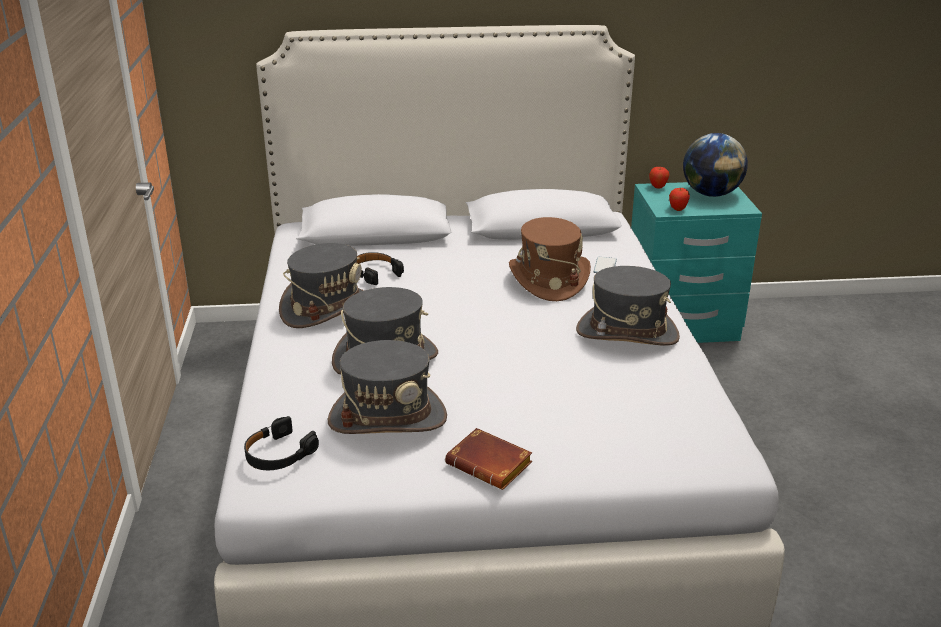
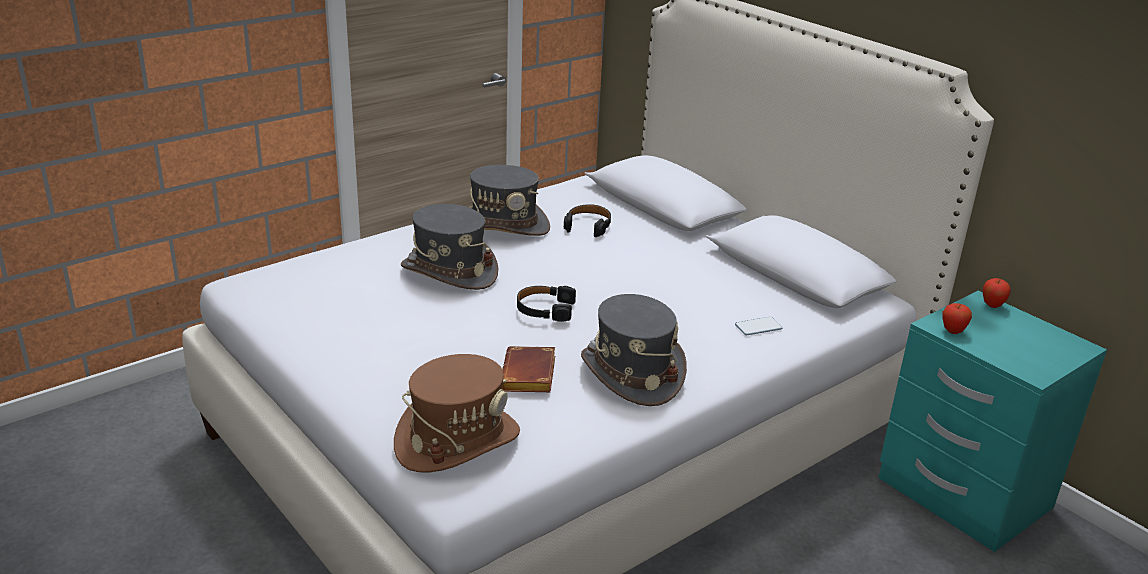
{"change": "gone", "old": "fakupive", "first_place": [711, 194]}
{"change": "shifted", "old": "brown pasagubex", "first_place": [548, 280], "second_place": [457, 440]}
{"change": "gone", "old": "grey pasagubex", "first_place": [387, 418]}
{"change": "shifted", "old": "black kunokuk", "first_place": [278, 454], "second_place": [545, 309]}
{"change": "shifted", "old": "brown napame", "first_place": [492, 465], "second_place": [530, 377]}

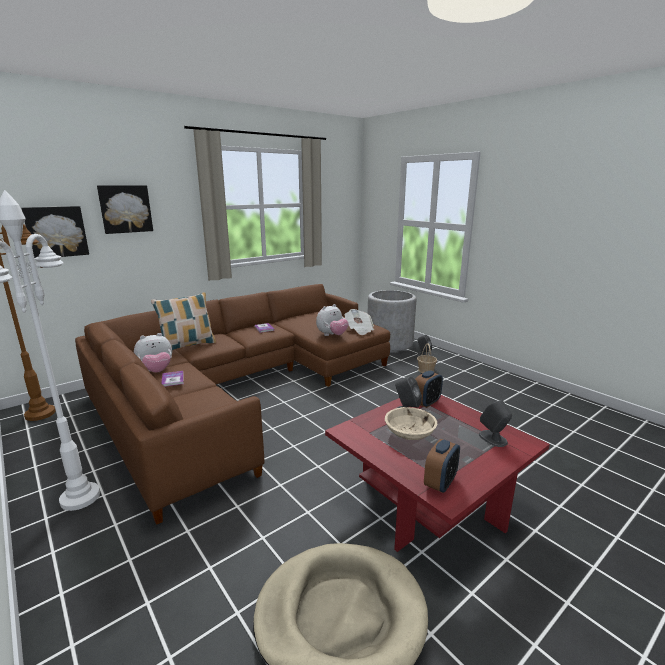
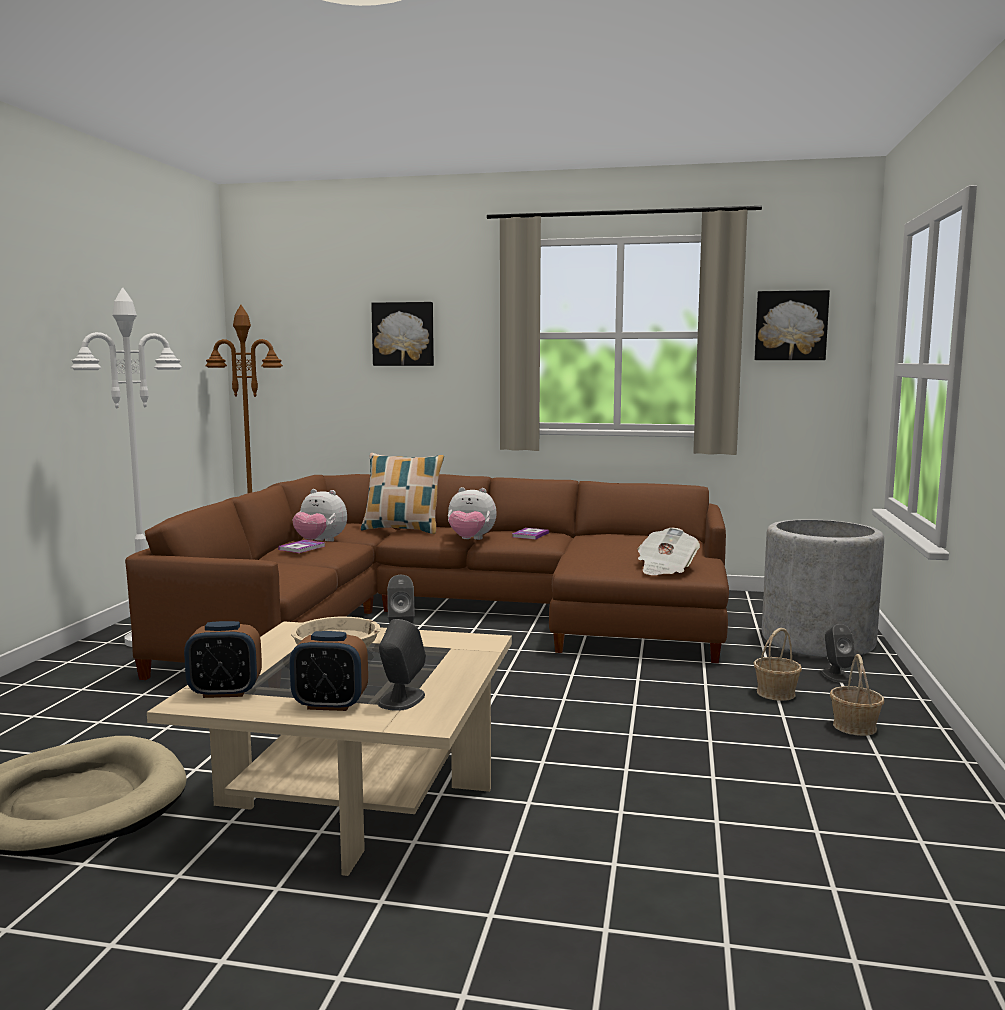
{"change": "shifted", "old": "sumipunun", "first_place": [56, 232], "second_place": [790, 325]}
{"change": "shifted", "old": "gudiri", "first_place": [332, 335], "second_place": [470, 540]}
{"change": "shifted", "old": "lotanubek", "first_place": [426, 402], "second_place": [330, 705]}
{"change": "repainted", "old": "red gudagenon", "new": "beige gudagenon", "first_place": [428, 500], "second_place": [355, 796]}
{"change": "new", "new": "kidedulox", "second_place": [854, 727]}

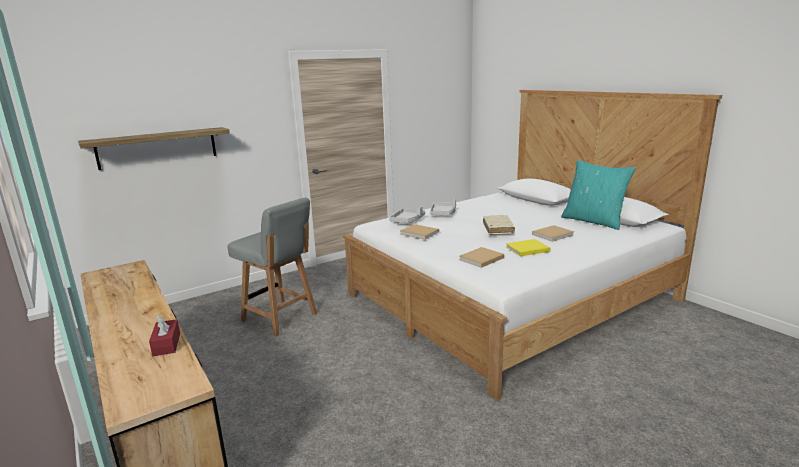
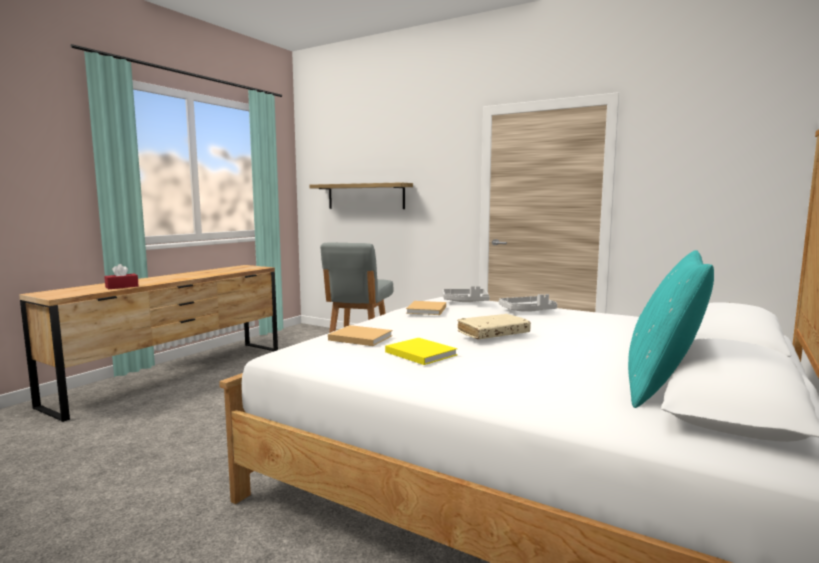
{"change": "gone", "old": "beige napame", "first_place": [553, 234]}

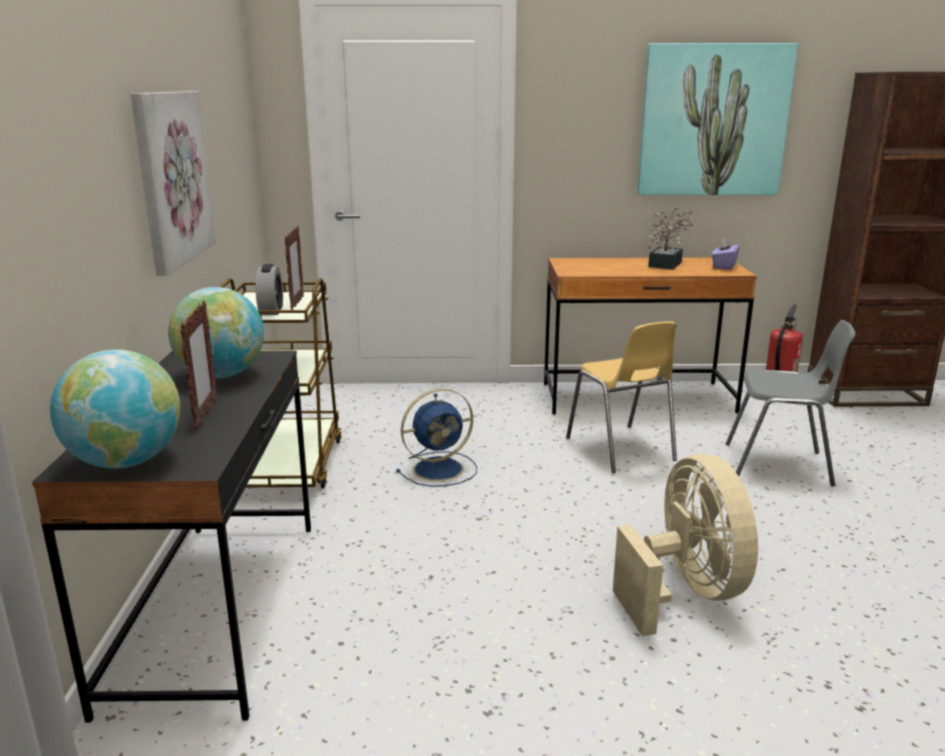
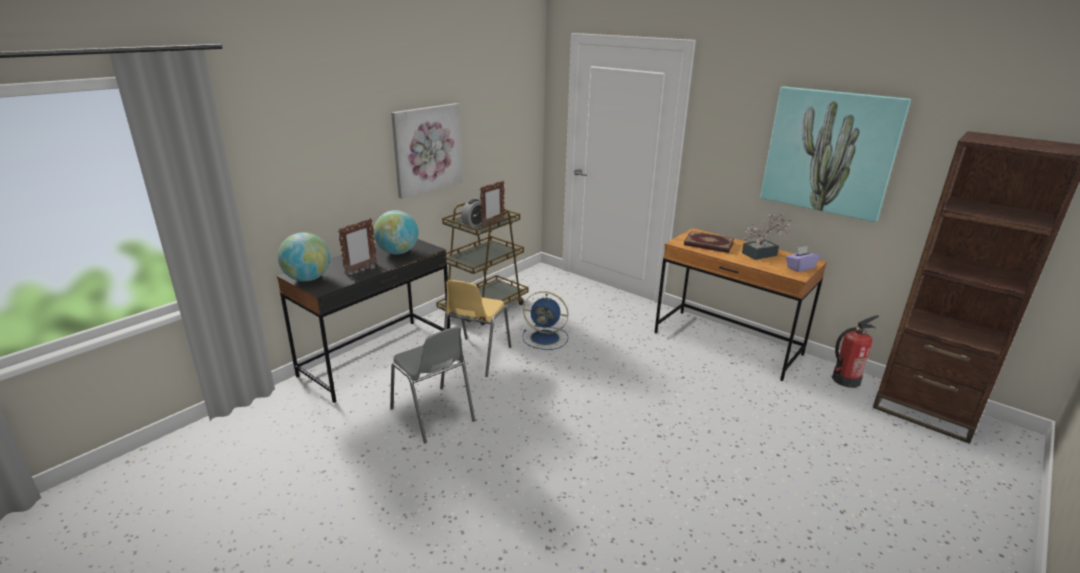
{"change": "shifted", "old": "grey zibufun", "first_place": [779, 465], "second_place": [433, 415]}
{"change": "shifted", "old": "yellow zibufun", "first_place": [620, 449], "second_place": [475, 357]}
{"change": "gone", "old": "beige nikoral", "first_place": [685, 592]}
{"change": "new", "new": "napame", "second_place": [708, 244]}

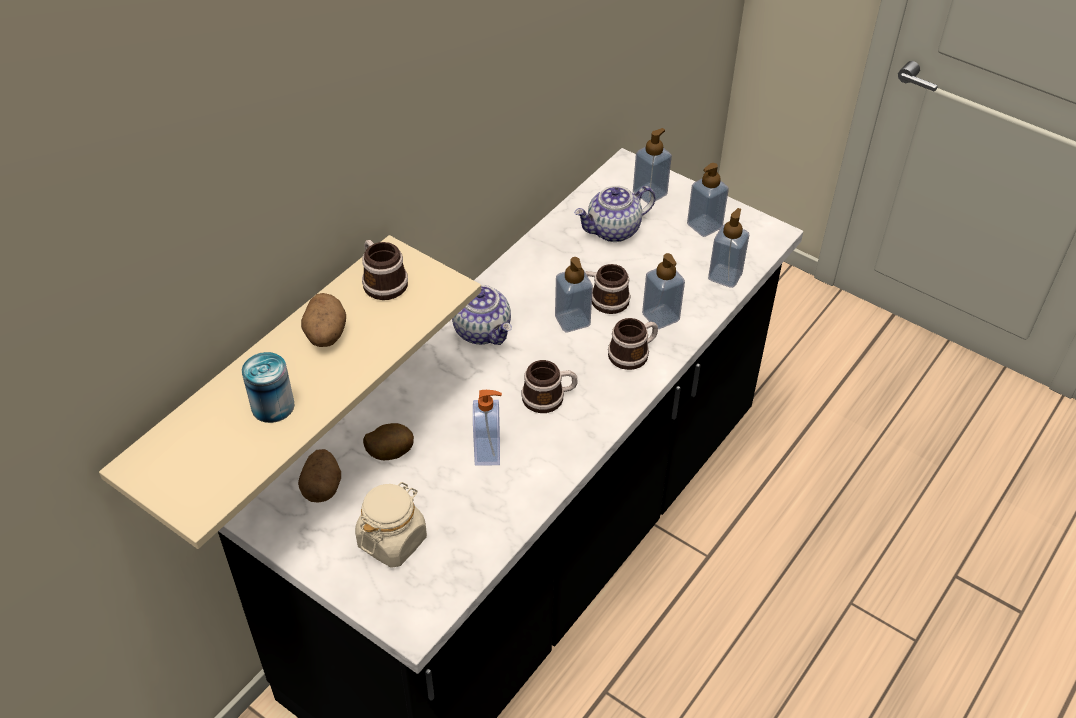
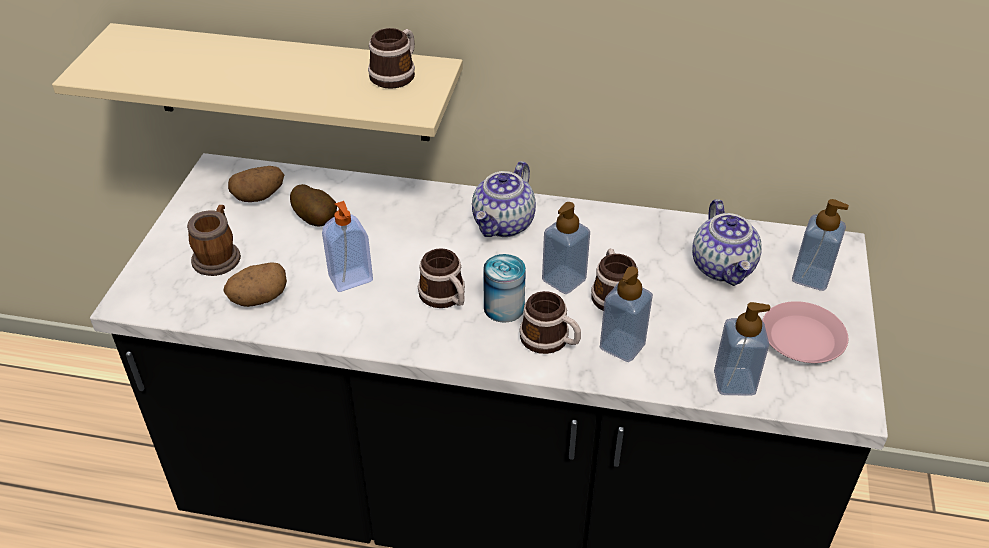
{"change": "swapped", "old": "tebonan", "new": "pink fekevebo", "first_place": [704, 226], "second_place": [802, 339]}
{"change": "rotated", "old": "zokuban", "first_place": [613, 230], "second_place": [724, 268], "degrees": -135}
{"change": "shifted", "old": "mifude", "first_place": [325, 335], "second_place": [258, 298]}
{"change": "shifted", "old": "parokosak", "first_place": [273, 406], "second_place": [504, 307]}
{"change": "swapped", "old": "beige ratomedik", "new": "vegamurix", "first_place": [392, 540], "second_place": [218, 256]}

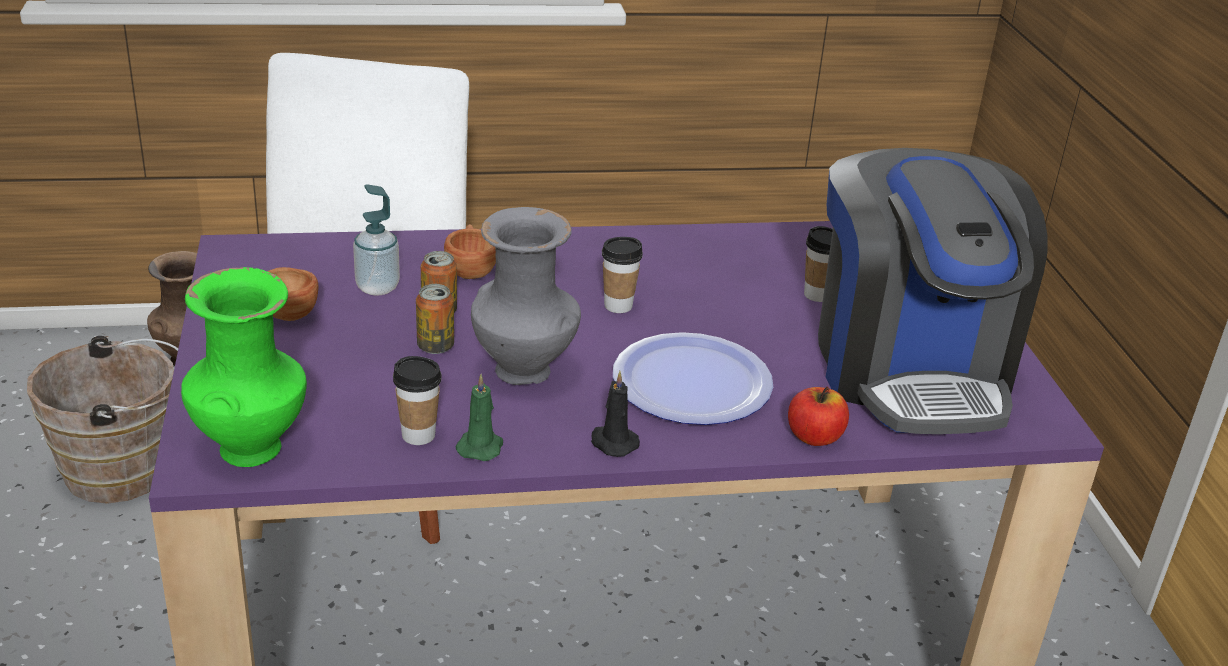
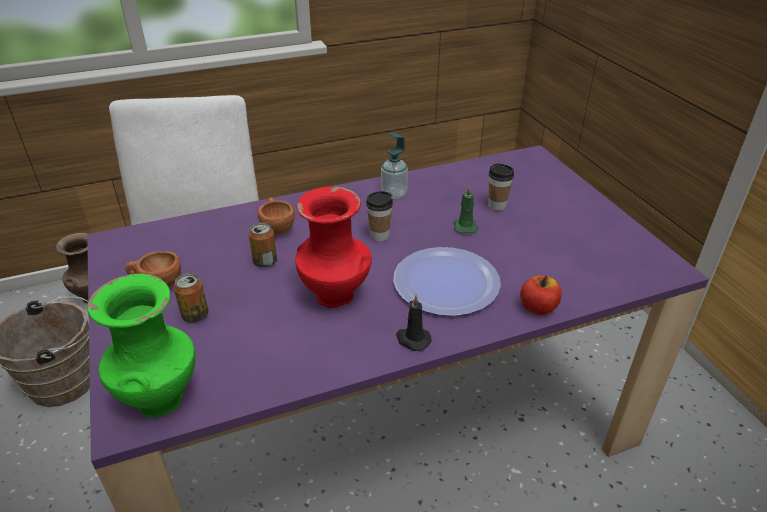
{"change": "gone", "old": "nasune", "first_place": [909, 368]}
{"change": "shifted", "old": "tebonan", "first_place": [377, 287], "second_place": [394, 194]}
{"change": "repainted", "old": "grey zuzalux", "new": "red zuzalux", "first_place": [525, 372], "second_place": [336, 296]}
{"change": "shifted", "old": "parokosak", "first_place": [435, 346], "second_place": [195, 315]}
{"change": "gone", "old": "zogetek", "first_place": [418, 435]}
{"change": "shifted", "old": "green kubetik", "first_place": [481, 446], "second_place": [465, 226]}

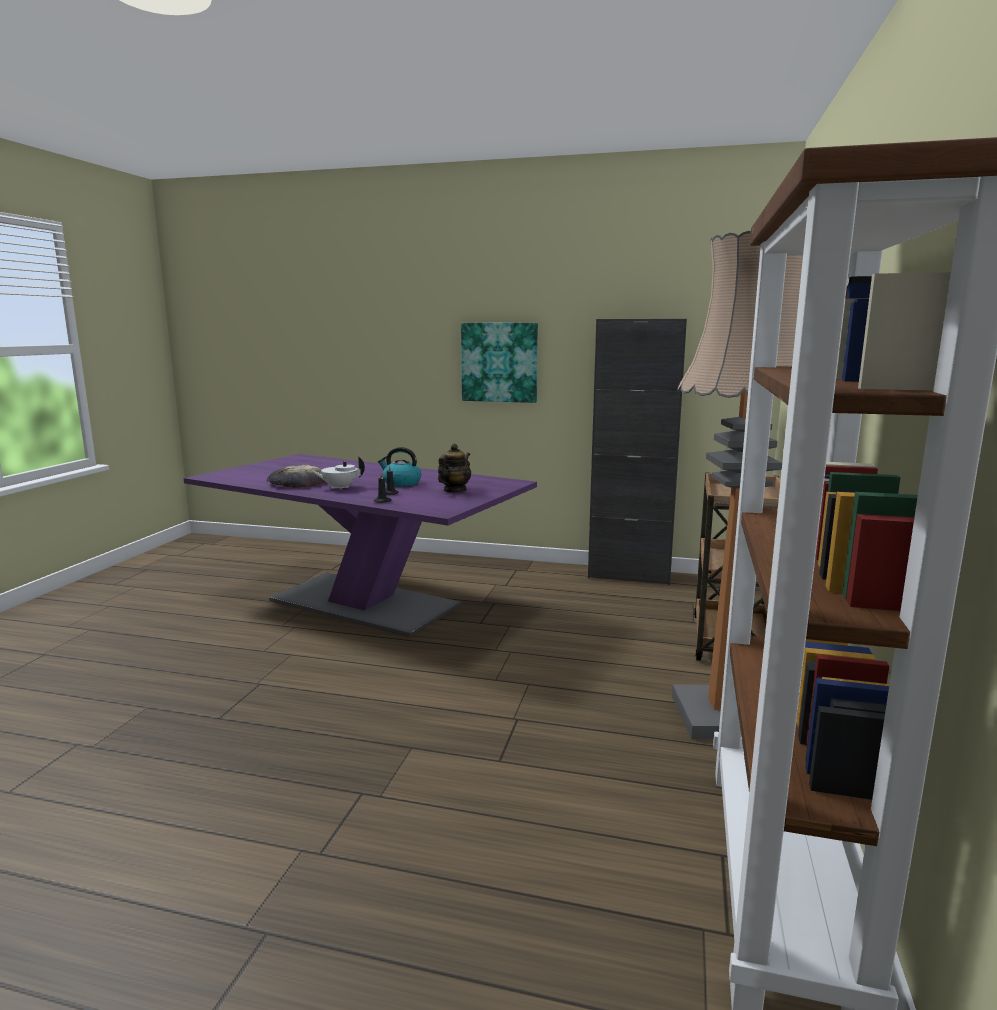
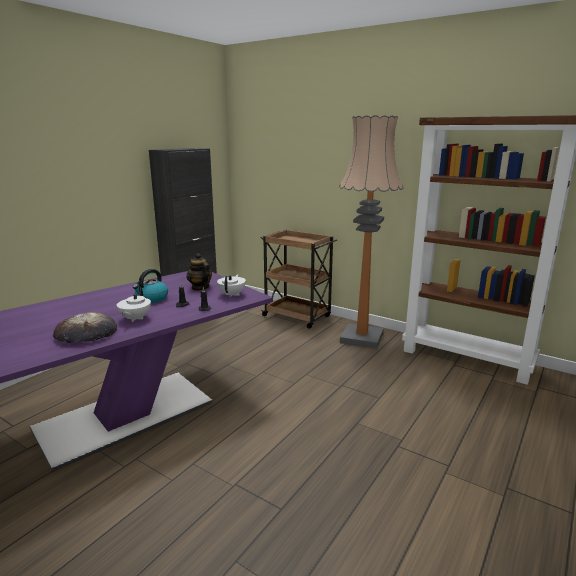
{"change": "gone", "old": "sumipunun", "first_place": [499, 362]}
{"change": "new", "new": "white zokuban", "second_place": [232, 294]}

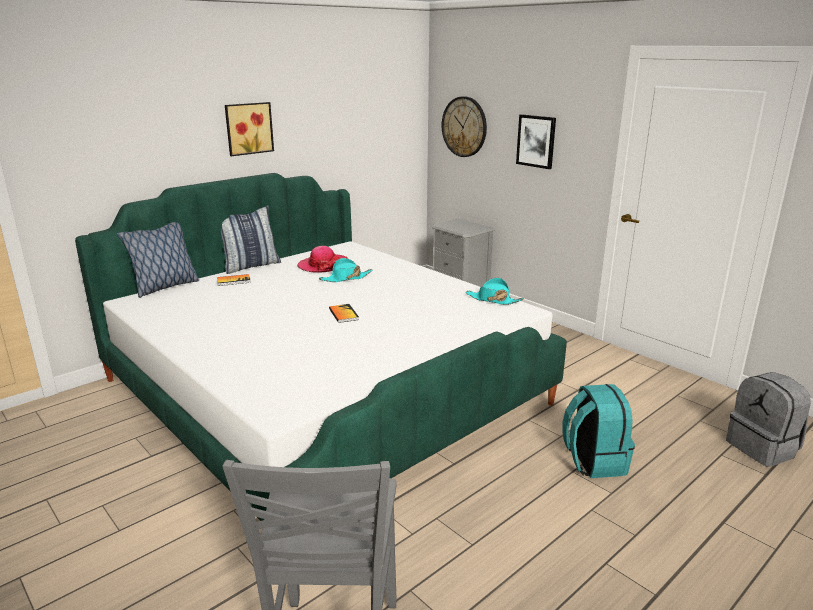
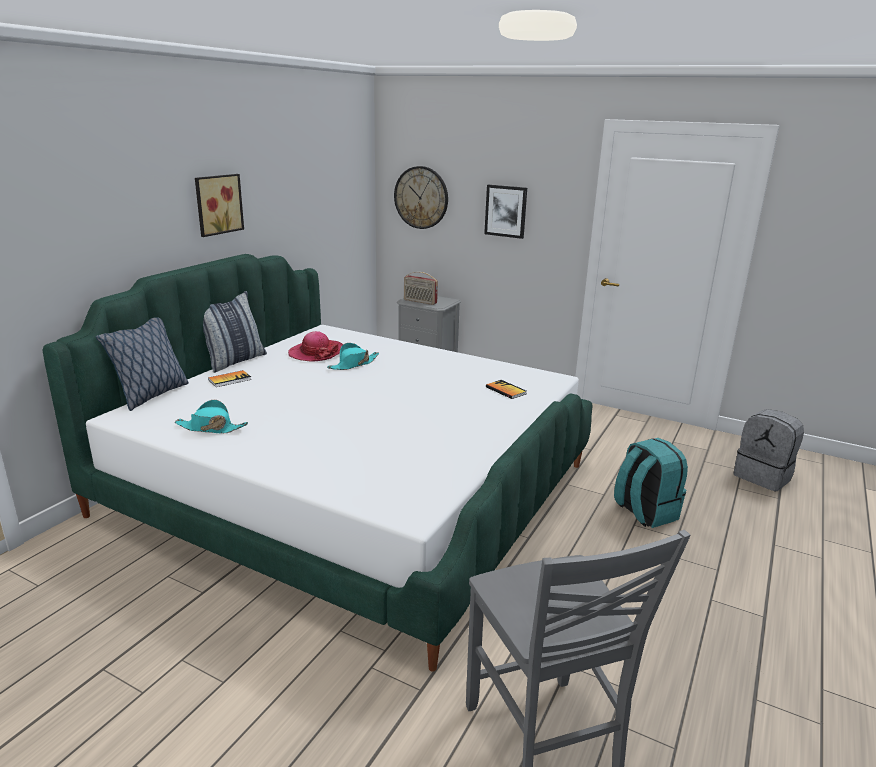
{"change": "shifted", "old": "turquoise pasagubex", "first_place": [493, 300], "second_place": [211, 428]}
{"change": "shifted", "old": "napame", "first_place": [343, 314], "second_place": [506, 390]}
{"change": "new", "new": "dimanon", "second_place": [420, 302]}

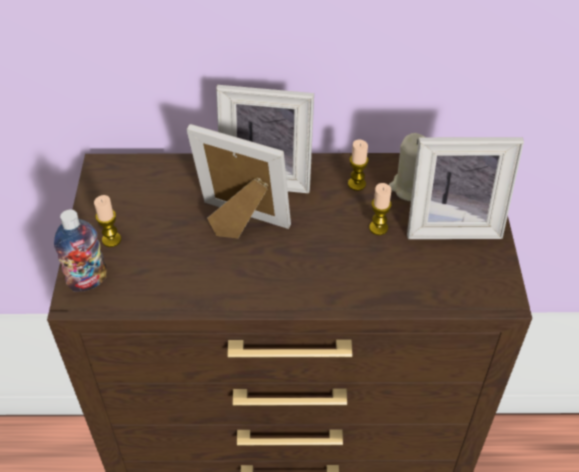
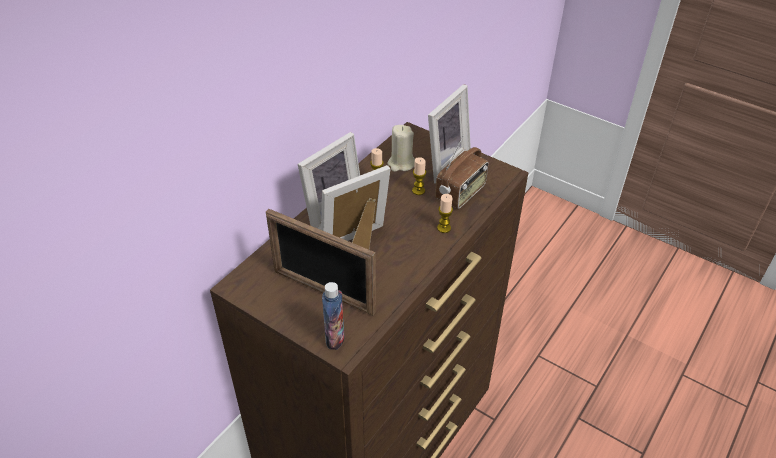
{"change": "shifted", "old": "kubetik", "first_place": [111, 239], "second_place": [444, 228]}
{"change": "new", "new": "dimanon", "second_place": [461, 194]}
{"change": "new", "new": "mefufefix", "second_place": [323, 291]}

